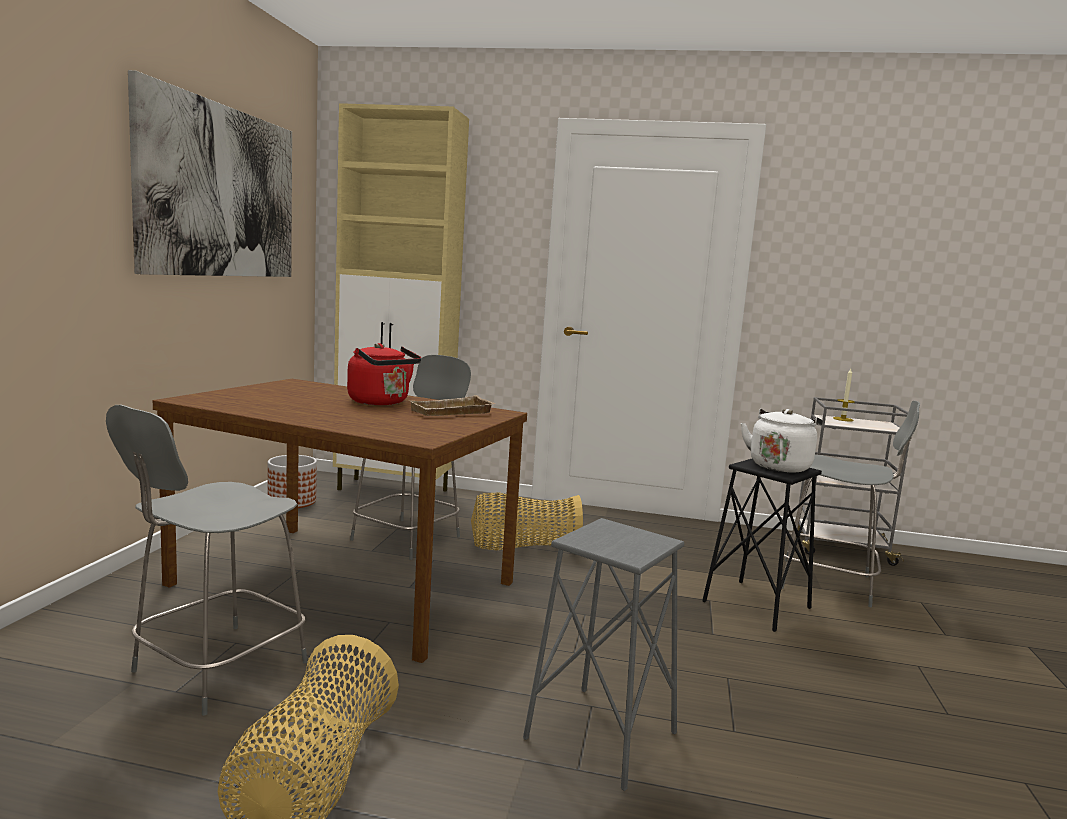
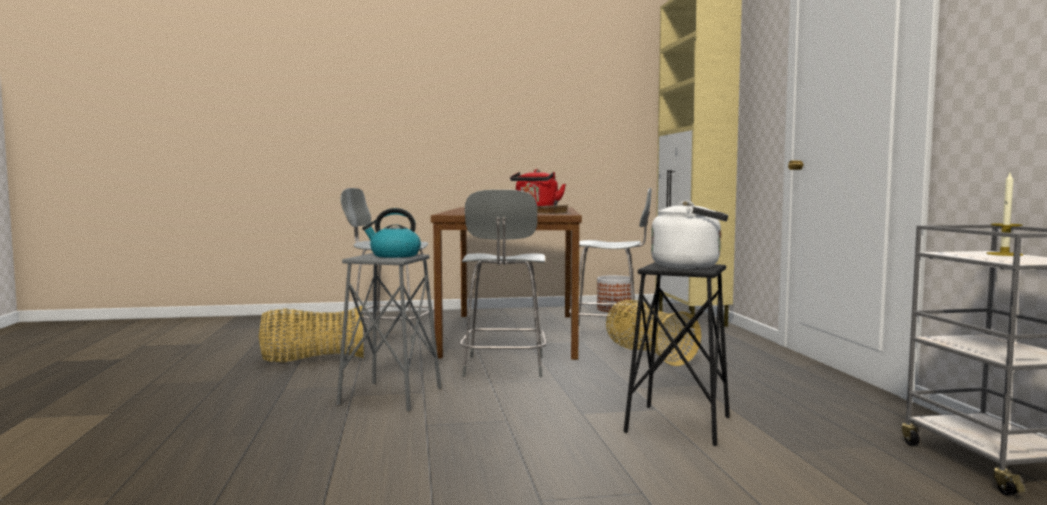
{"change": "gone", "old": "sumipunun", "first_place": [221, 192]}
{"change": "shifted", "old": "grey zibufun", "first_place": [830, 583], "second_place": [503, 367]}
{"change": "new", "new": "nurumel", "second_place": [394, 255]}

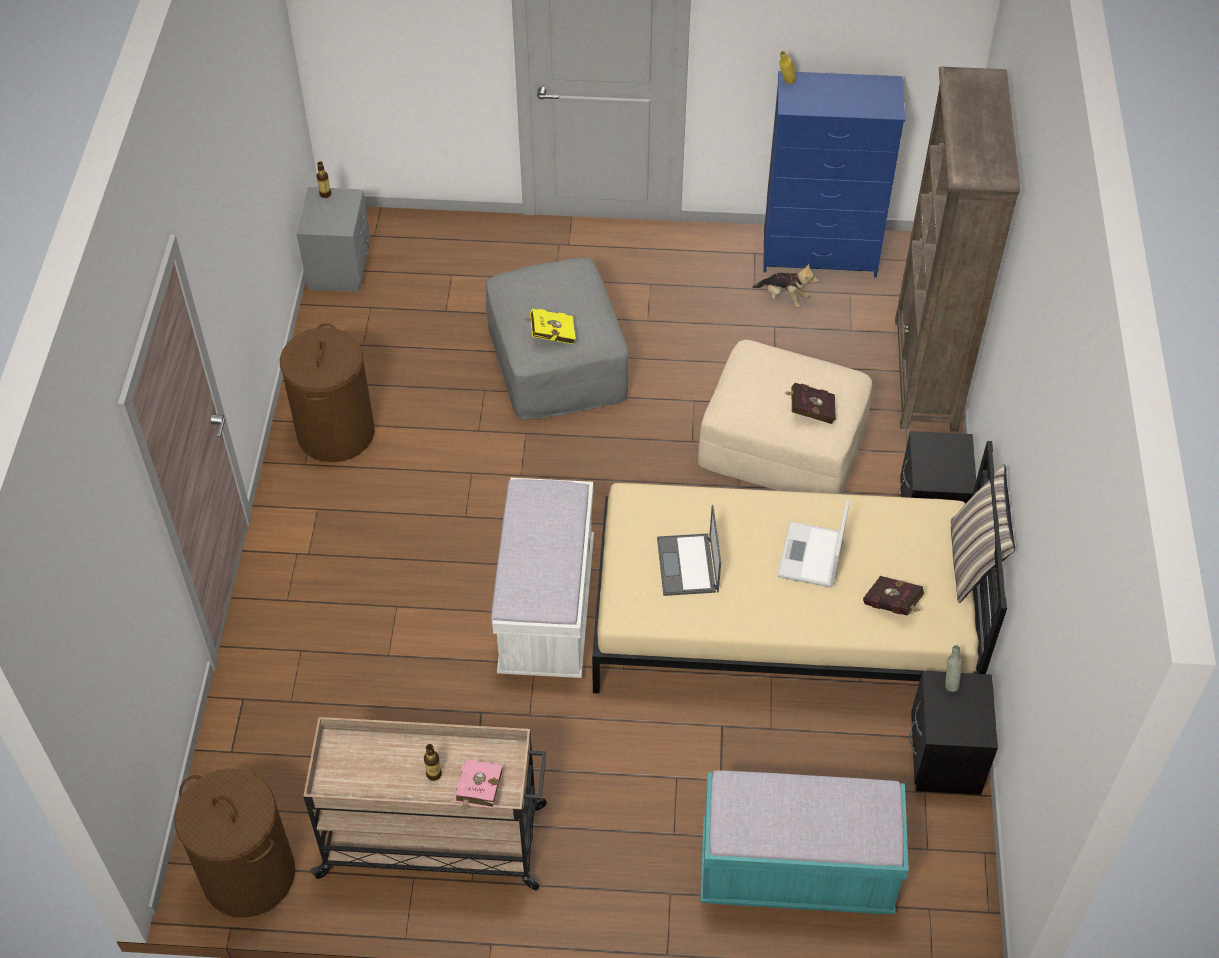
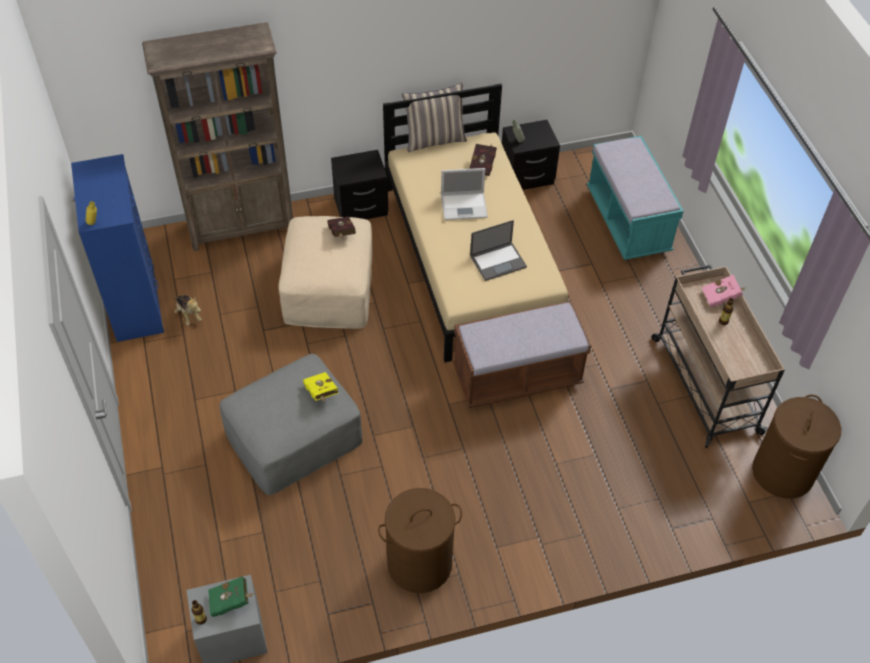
{"change": "rotated", "old": "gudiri", "first_place": [784, 298], "second_place": [188, 314], "degrees": 135}
{"change": "repainted", "old": "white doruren", "new": "brown doruren", "first_place": [547, 608], "second_place": [517, 377]}
{"change": "new", "new": "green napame", "second_place": [232, 601]}

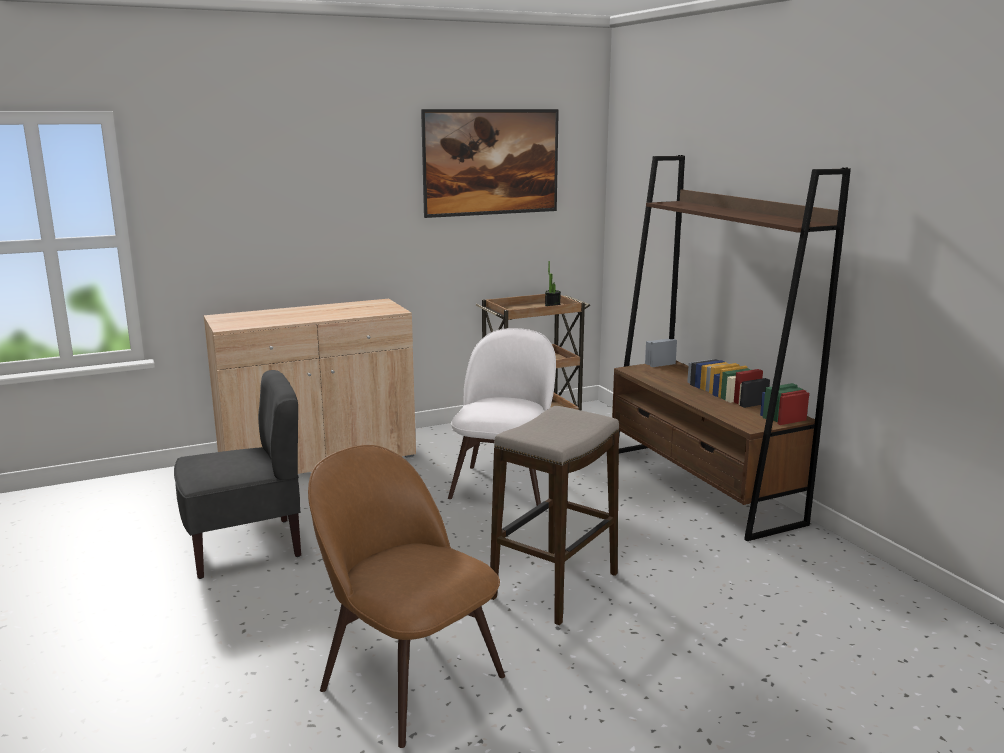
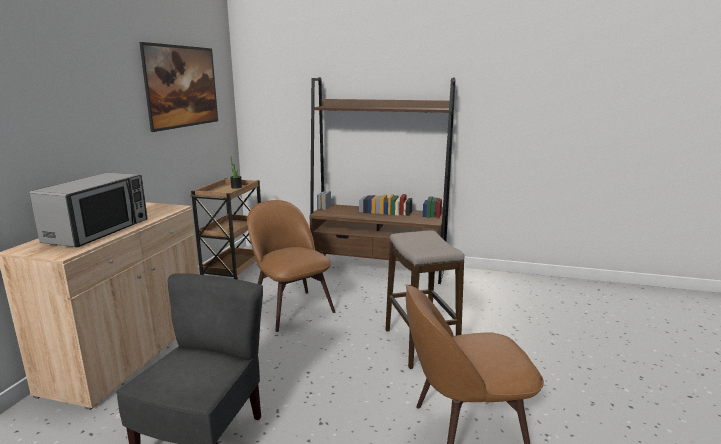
{"change": "repainted", "old": "white zibufun", "new": "brown zibufun", "first_place": [505, 484], "second_place": [291, 308]}
{"change": "new", "new": "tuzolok", "second_place": [99, 231]}

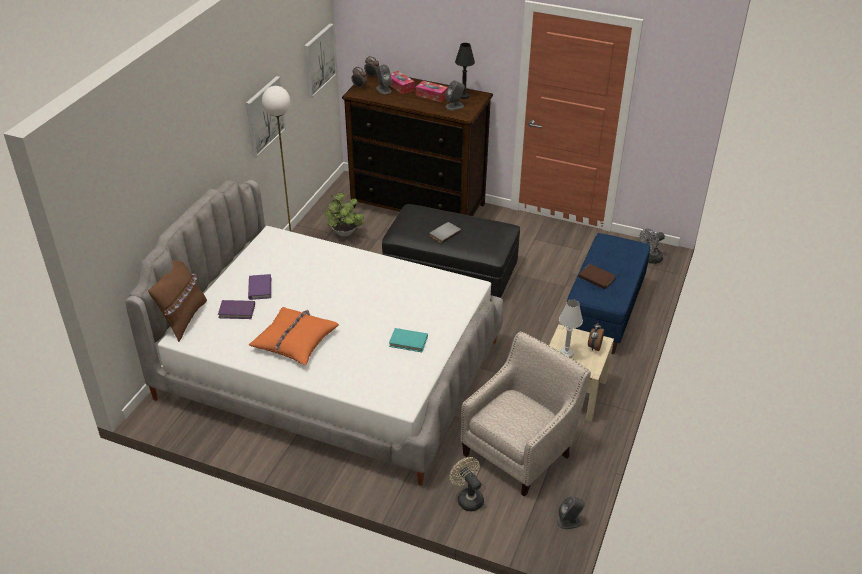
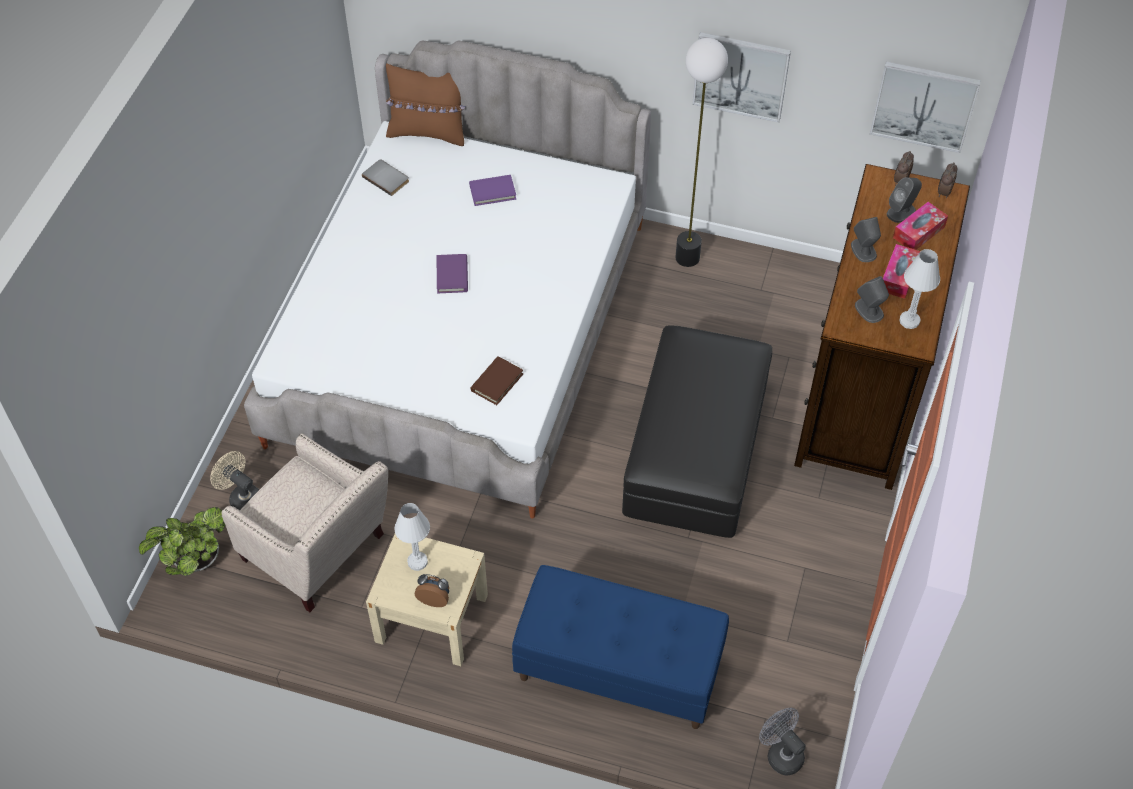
{"change": "repainted", "old": "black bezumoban", "new": "white bezumoban", "first_place": [463, 96], "second_place": [909, 321]}
{"change": "shifted", "old": "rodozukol", "first_place": [345, 234], "second_place": [194, 561]}
{"change": "shifted", "old": "grey napame", "first_place": [444, 233], "second_place": [387, 178]}
{"change": "shifted", "old": "brown napame", "first_place": [596, 278], "second_place": [497, 382]}
{"change": "shifted", "old": "purple napame", "first_place": [237, 311], "second_place": [452, 275]}
{"change": "gone", "old": "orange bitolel", "first_place": [294, 341]}
{"change": "gone", "old": "turquoise napame", "first_place": [408, 341]}
{"change": "rotated", "old": "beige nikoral", "first_place": [467, 498], "second_place": [242, 498], "degrees": -105}
{"change": "shifted", "old": "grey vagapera", "first_place": [569, 521], "second_place": [863, 250]}

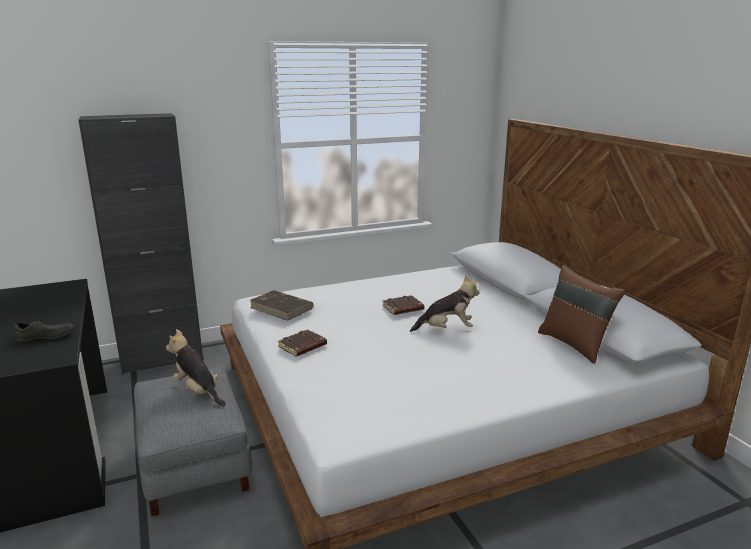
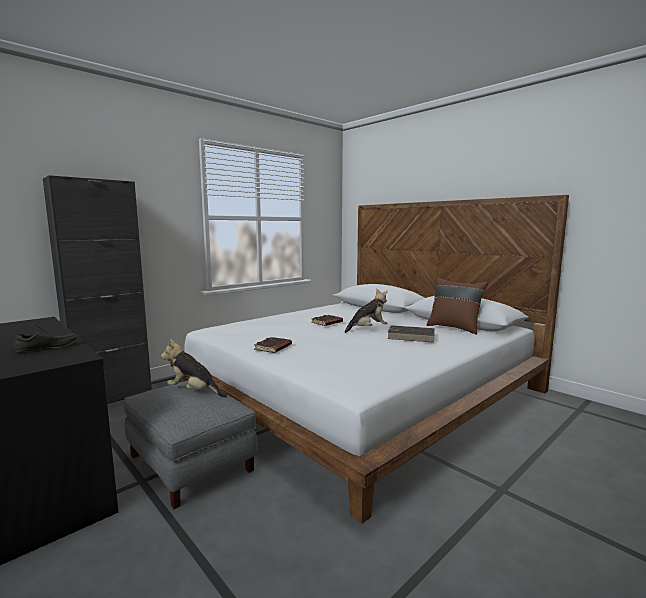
{"change": "shifted", "old": "brown napame", "first_place": [282, 308], "second_place": [411, 336]}

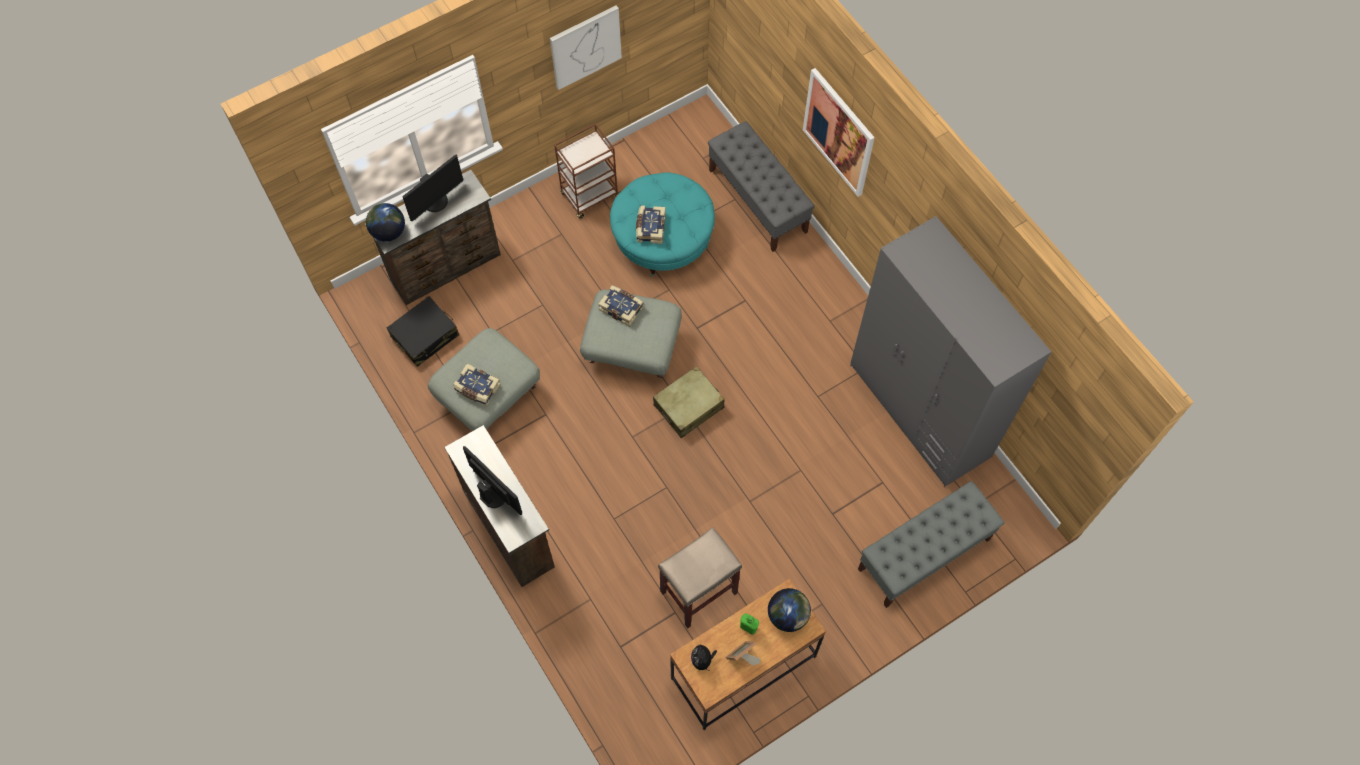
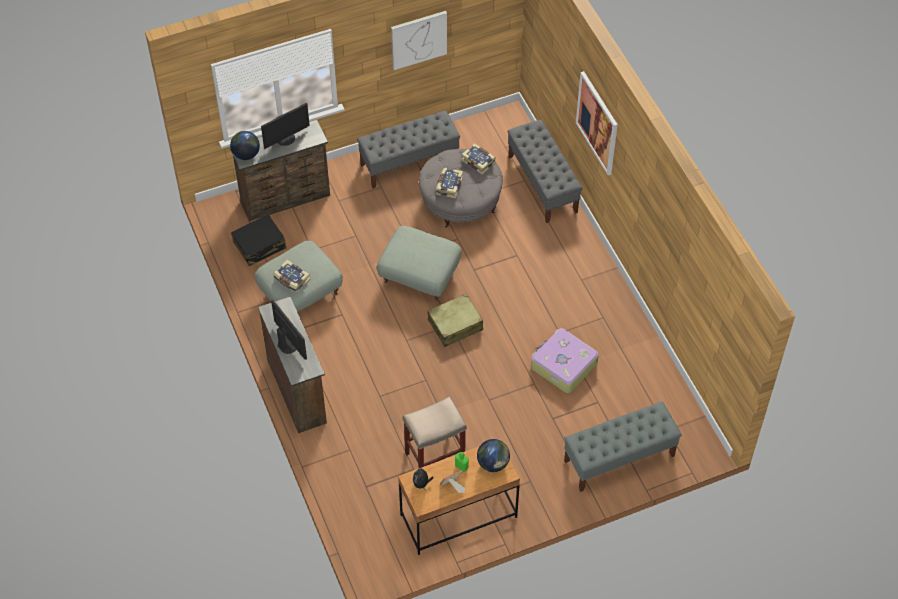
{"change": "swapped", "old": "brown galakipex", "new": "grey doruren", "first_place": [590, 196], "second_place": [409, 162]}
{"change": "repainted", "old": "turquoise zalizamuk", "new": "grey zalizamuk", "first_place": [663, 239], "second_place": [460, 201]}
{"change": "gone", "old": "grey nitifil", "first_place": [919, 411]}
{"change": "shifted", "old": "napame", "first_place": [622, 308], "second_place": [479, 162]}
{"change": "new", "new": "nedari", "second_place": [563, 365]}

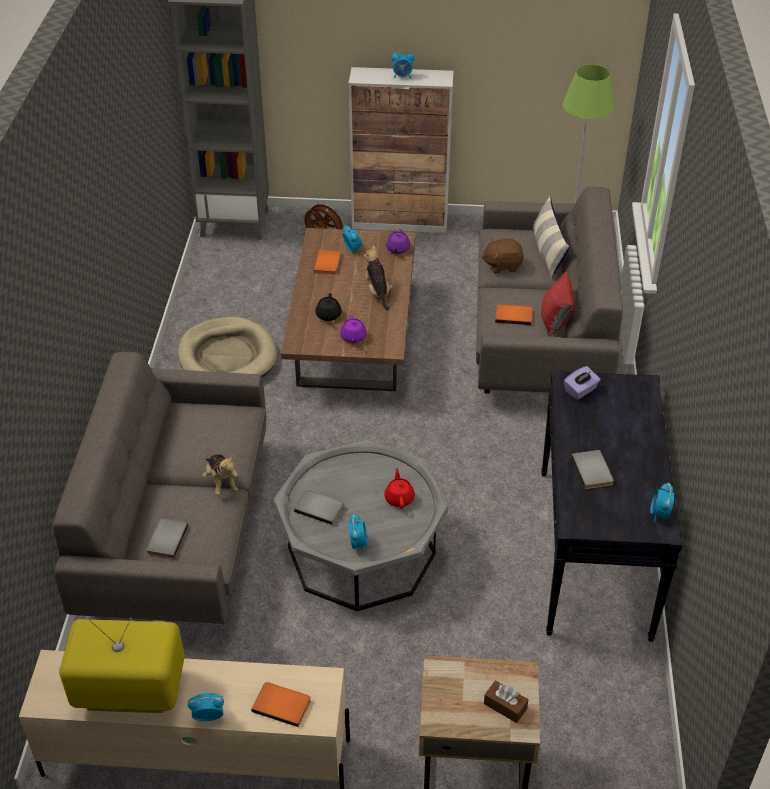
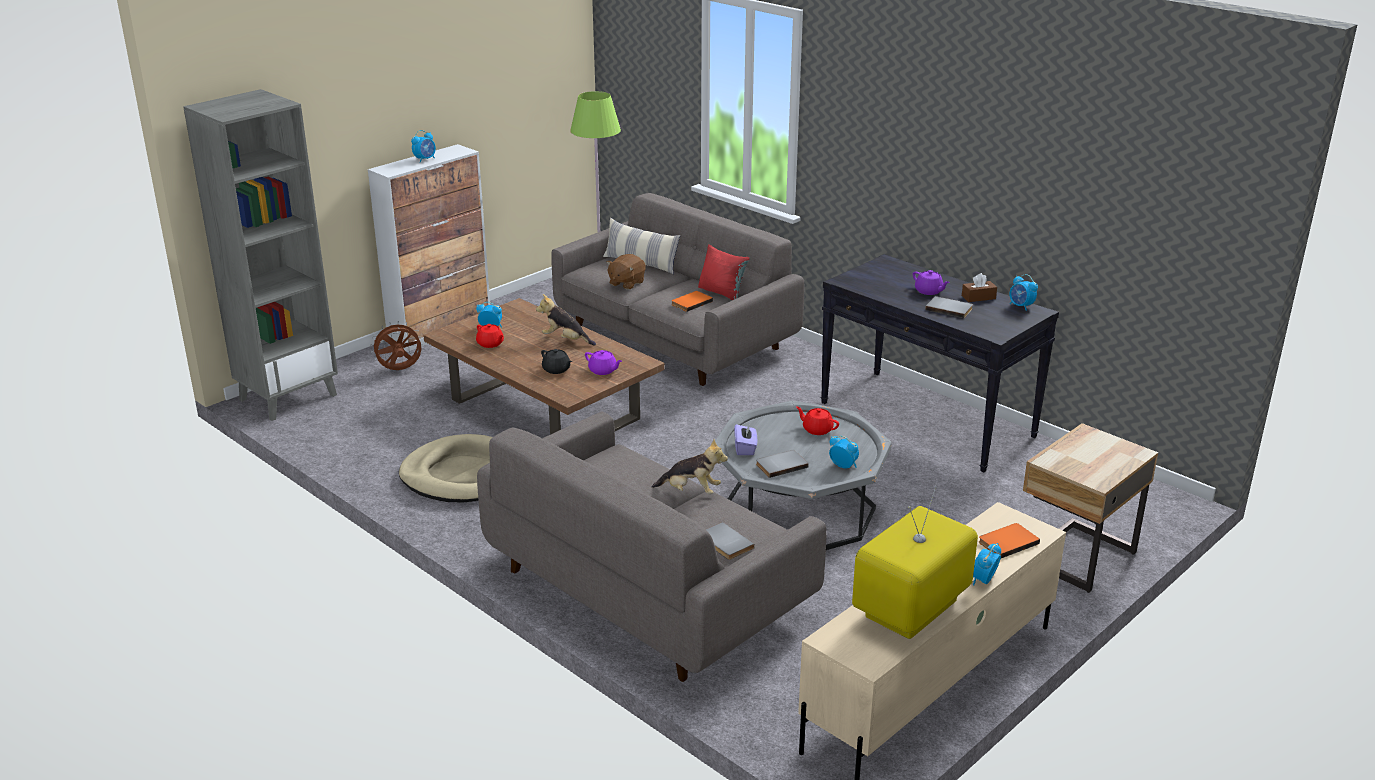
{"change": "shifted", "old": "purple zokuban", "first_place": [397, 249], "second_place": [929, 291]}
{"change": "swapped", "old": "orange napame", "new": "red zokuban", "first_place": [328, 263], "second_place": [490, 344]}
{"change": "shifted", "old": "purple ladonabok", "first_place": [580, 391], "second_place": [745, 448]}
{"change": "shifted", "old": "brown ladonabok", "first_place": [505, 706], "second_place": [978, 297]}

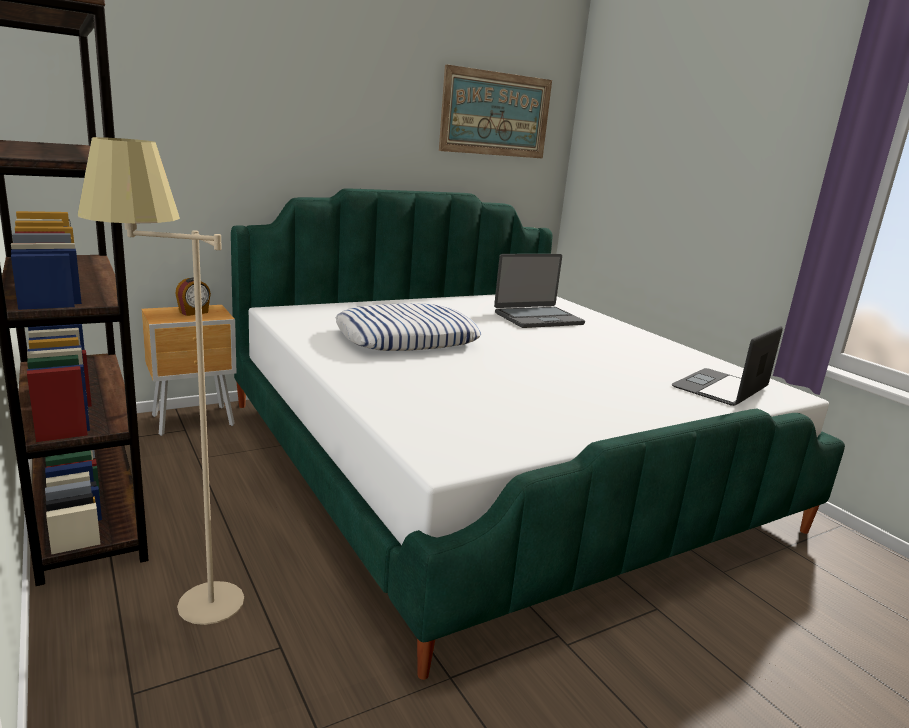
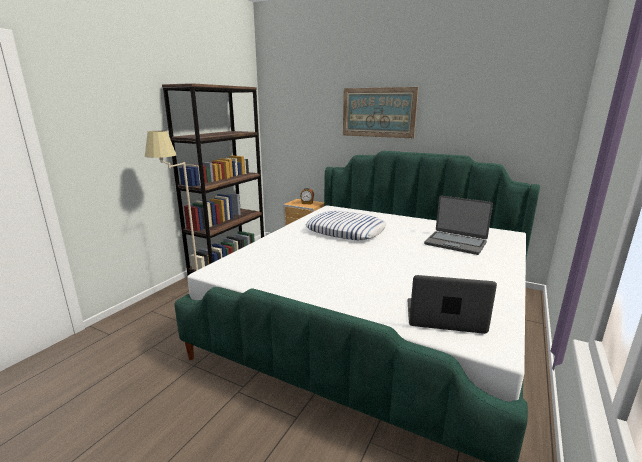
{"change": "shifted", "old": "sumipunun", "first_place": [496, 114], "second_place": [378, 112]}

